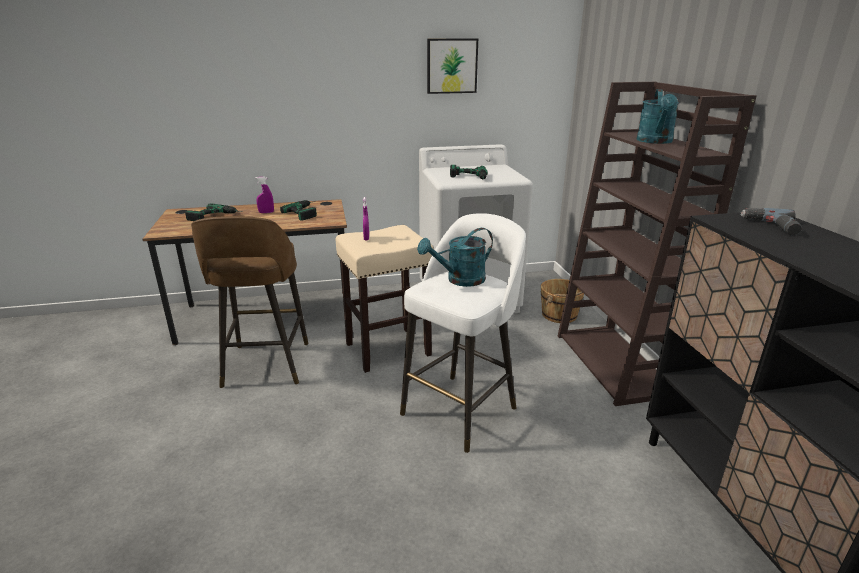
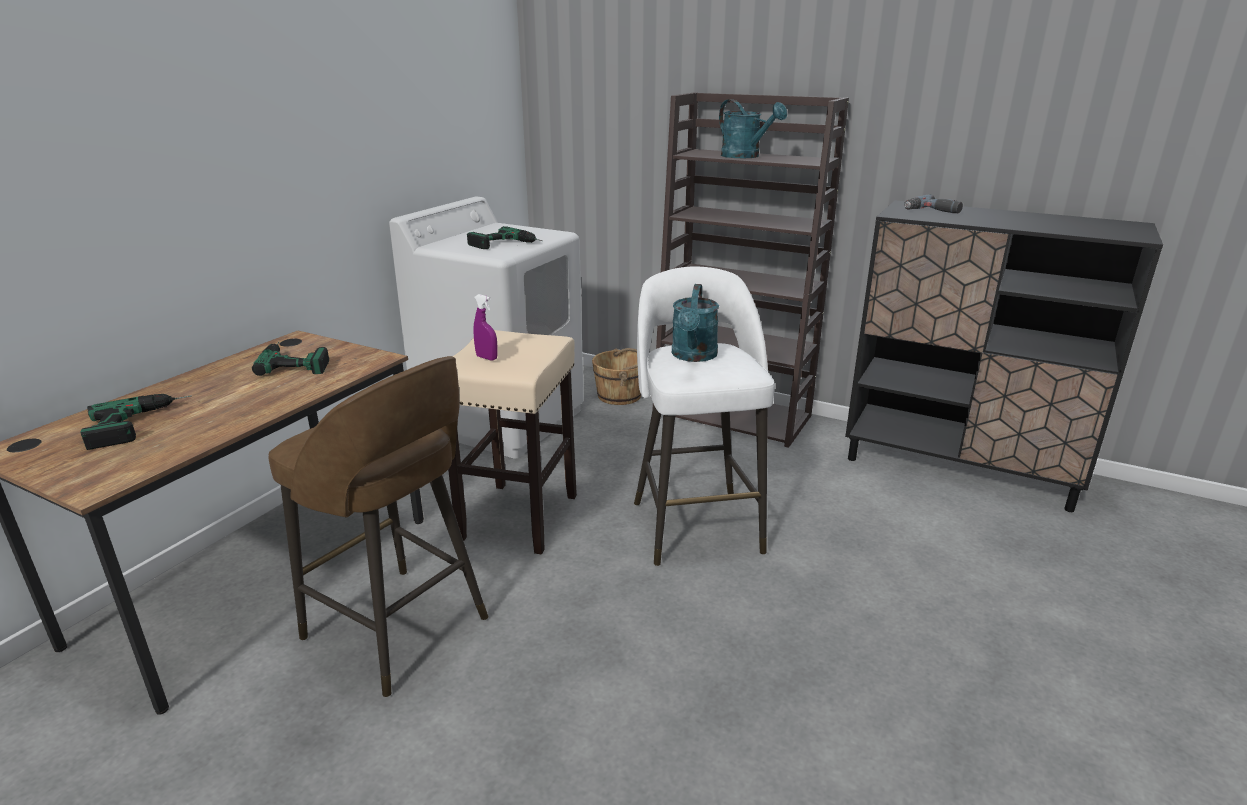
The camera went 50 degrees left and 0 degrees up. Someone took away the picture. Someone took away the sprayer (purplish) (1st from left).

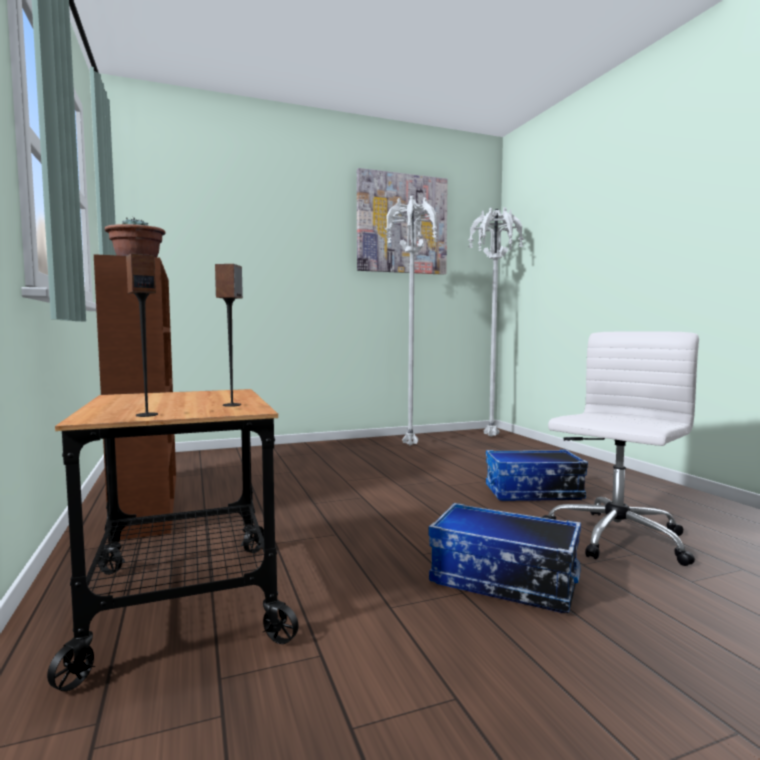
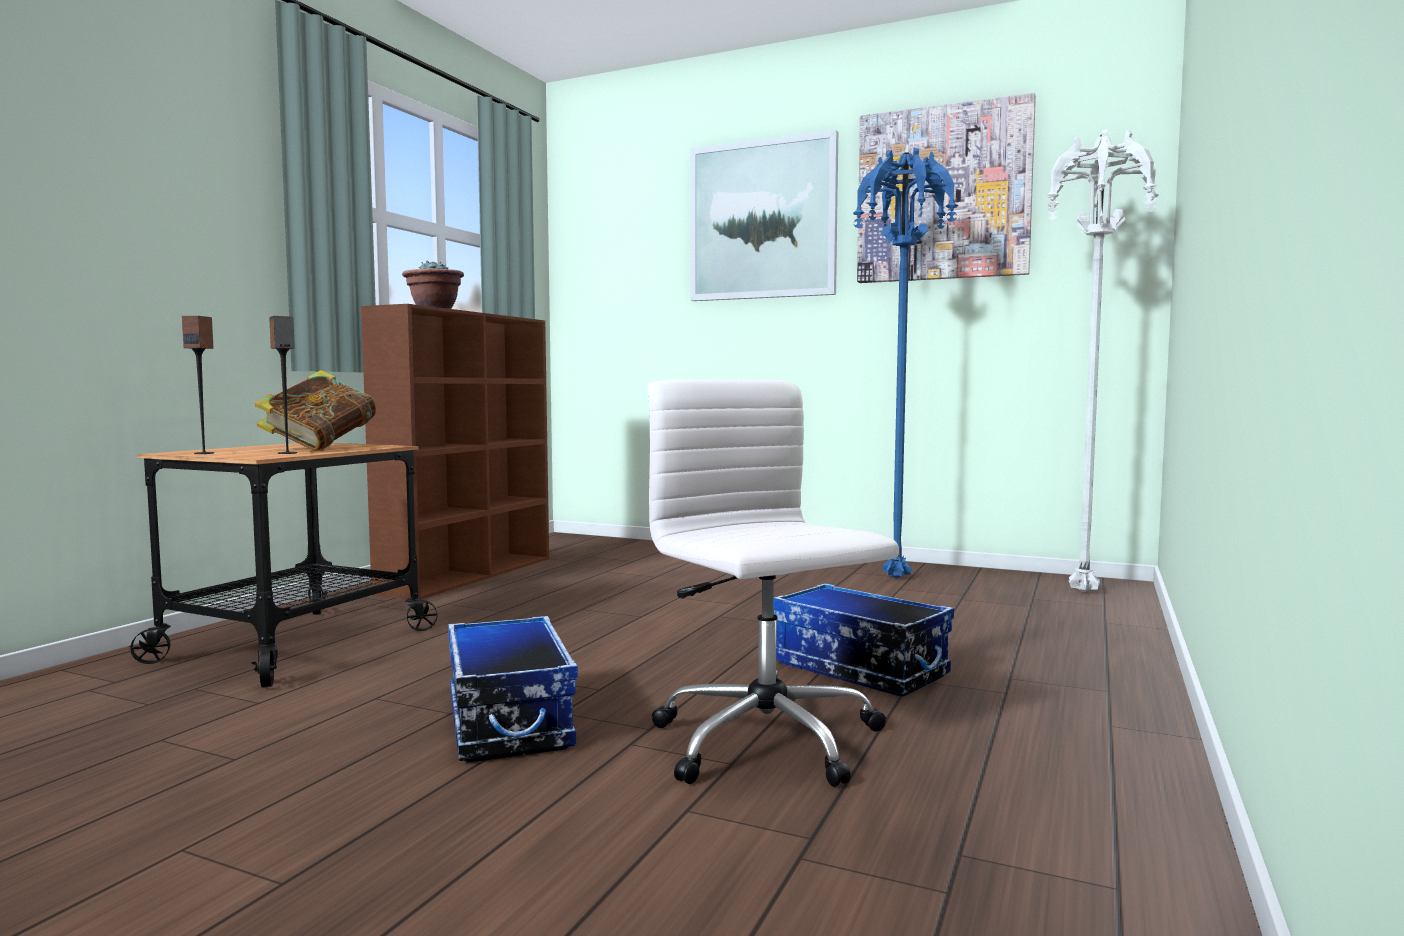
The camera went 45 degrees right and 0 degrees up. Someone repainted the floor lamp (white) (1st from left), which became the floor lamp (blue). Someone rotated the office chair (white) by 120 degrees counterclockwise. Someone put up the picture (1st from left). Someone put down the bound book.

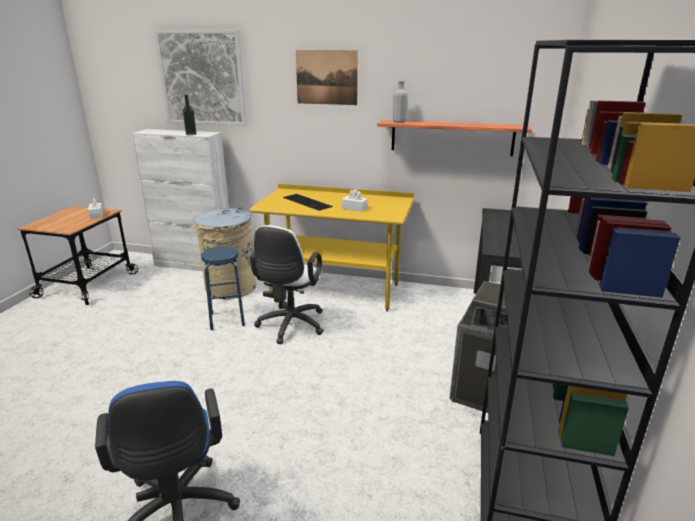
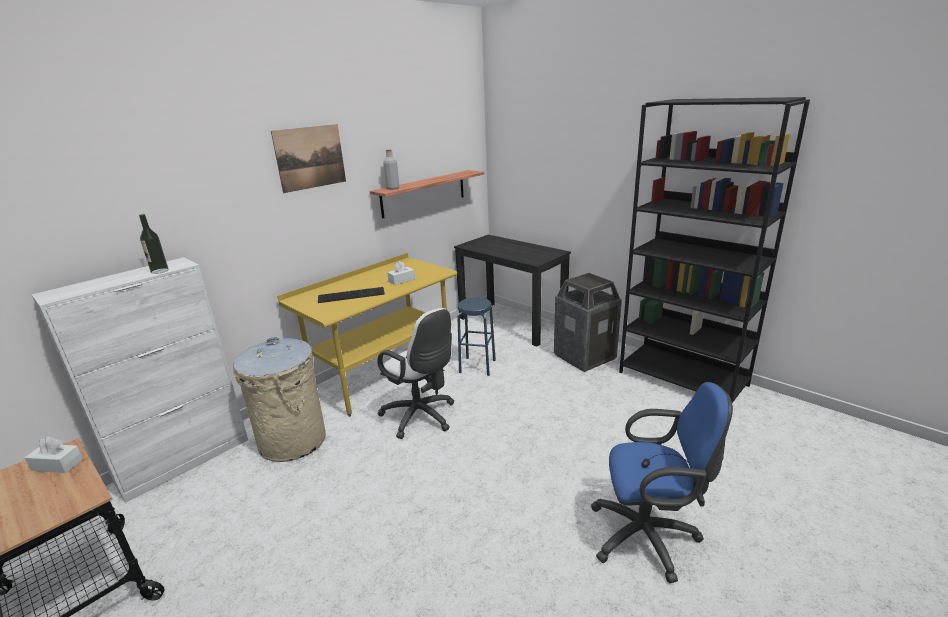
The camera went 60 degrees left and 0 degrees up. Someone took away the picture (1st from left). Someone carried the sitting stool (blue).

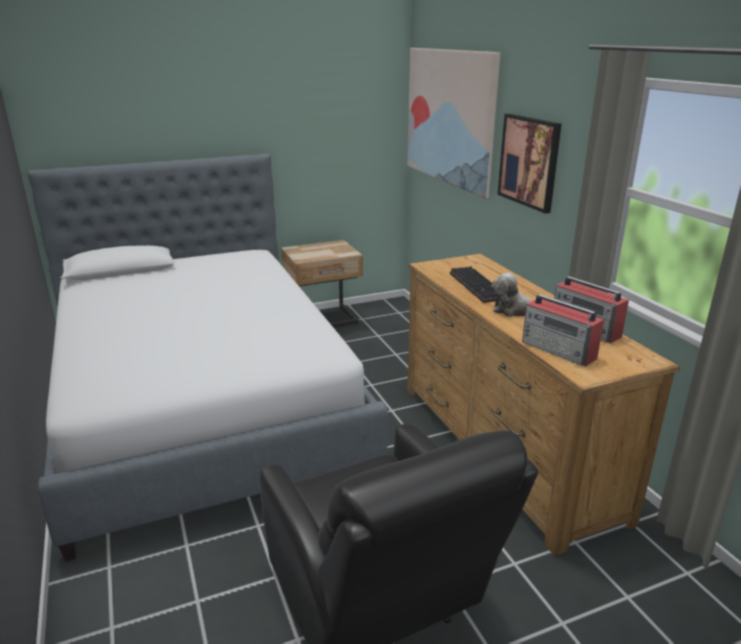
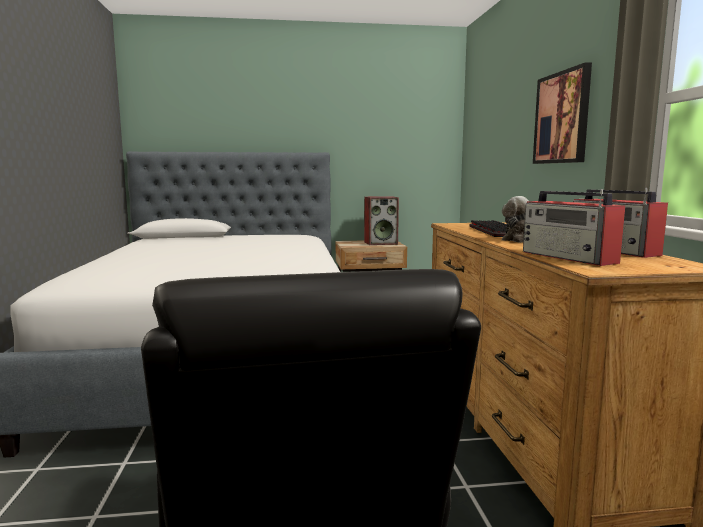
The camera went 15 degrees right and 15 degrees down. Someone took away the picture (1st from left). Someone put down the loudspeaker.

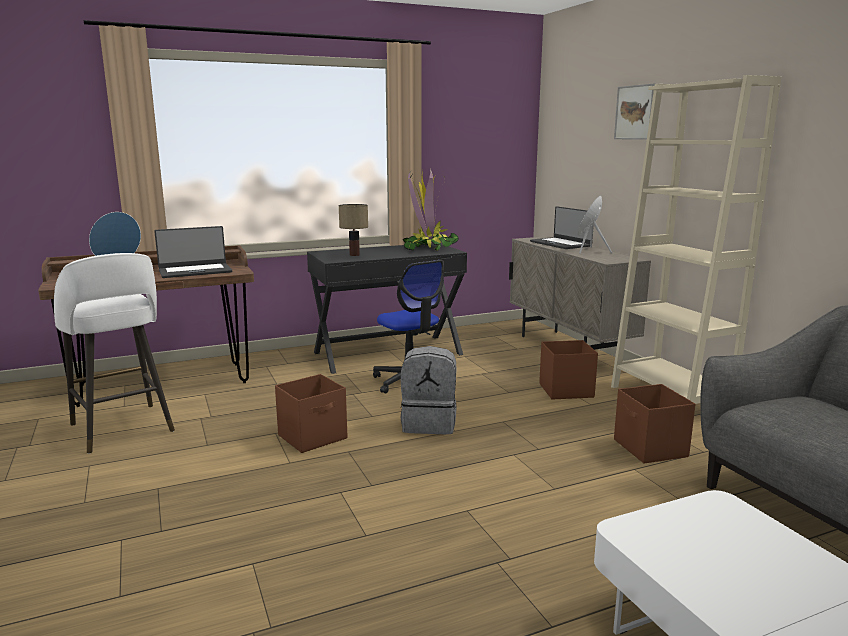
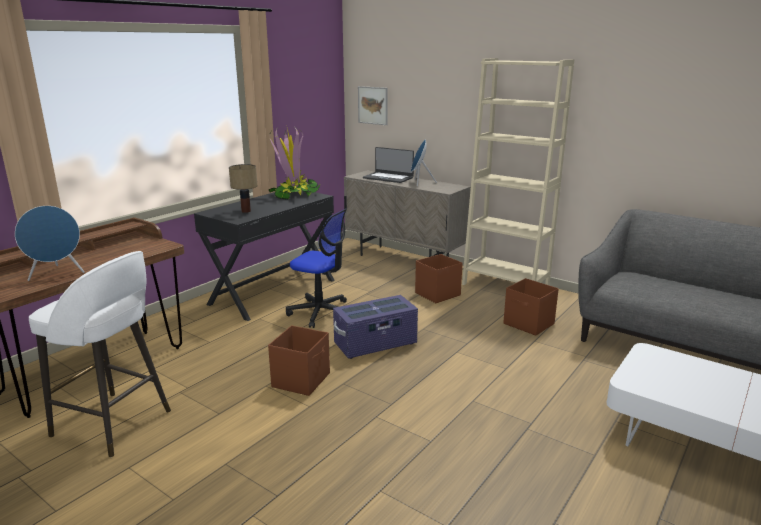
The camera went 30 degrees left and 5 degrees up. Someone carried the picture. Someone took away the laptop (1st from left). Someone swapped the rucksack (gray) for the storage container (purplish).

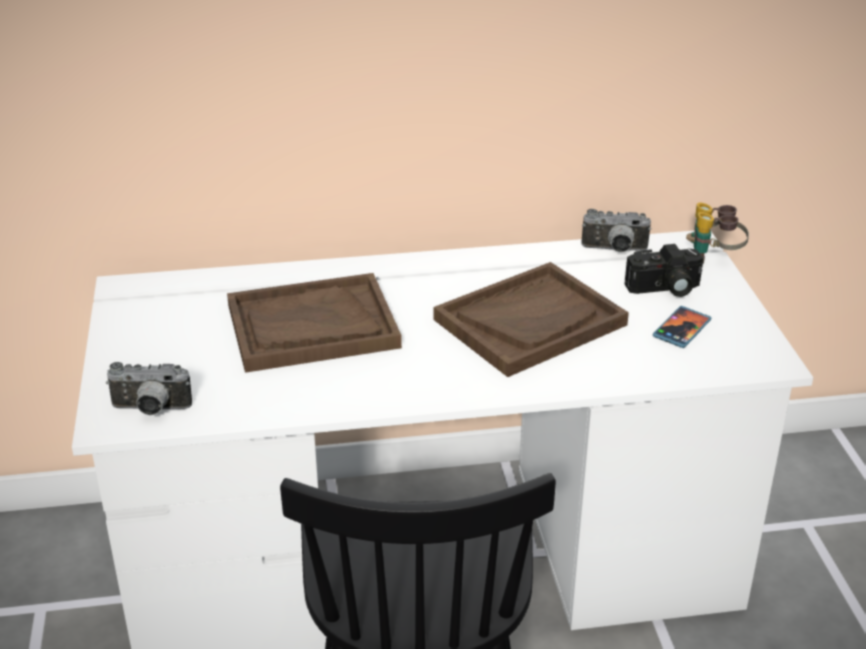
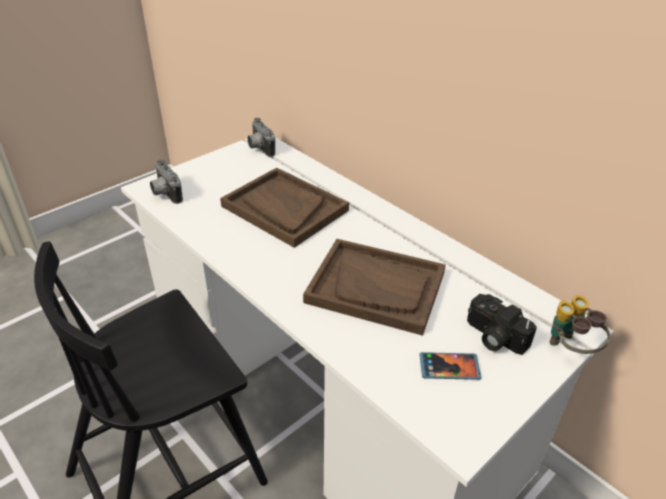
The camera went 55 degrees right and 5 degrees up. Someone carried the still camera (2nd from left).

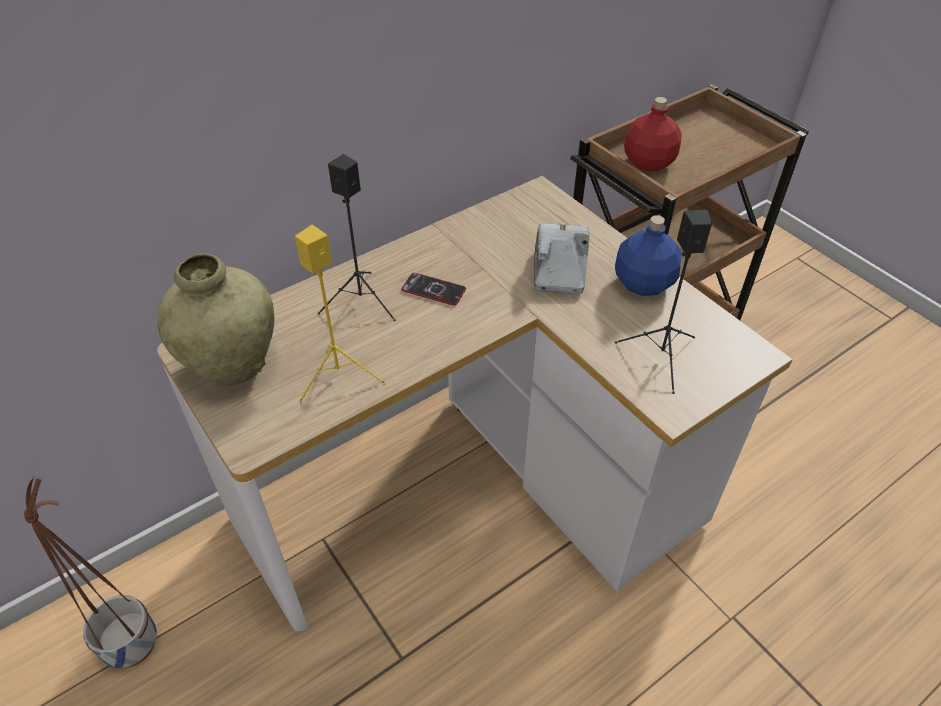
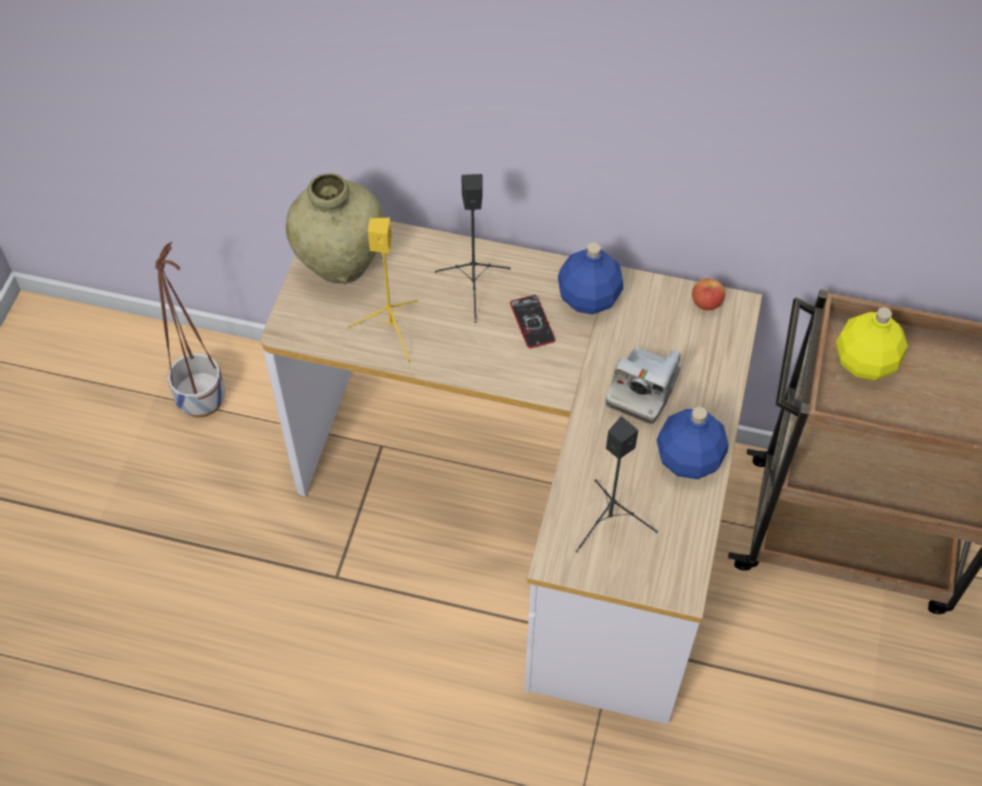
The camera went 50 degrees right and 10 degrees up. Someone repainted the beverage bottle (reddish), which became the beverage bottle (yellowish). Someone rotated the still camera by 150 degrees clockwise. Someone put down the beverage bottle (blue) (1st from left). Someone put down the apple.

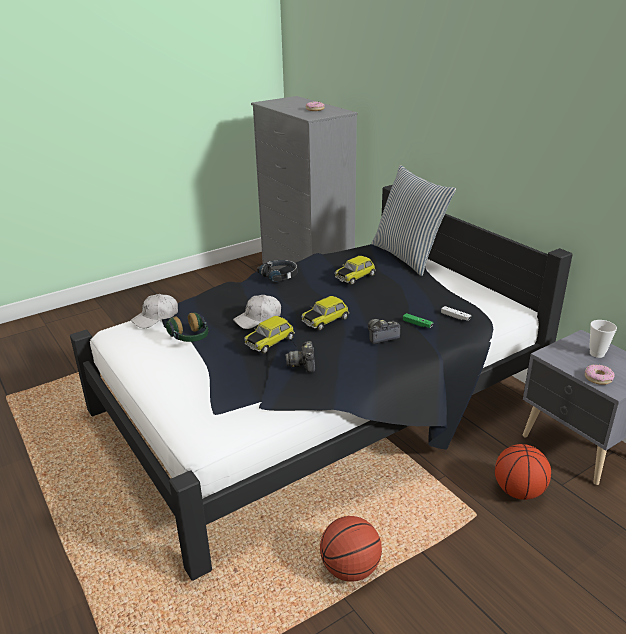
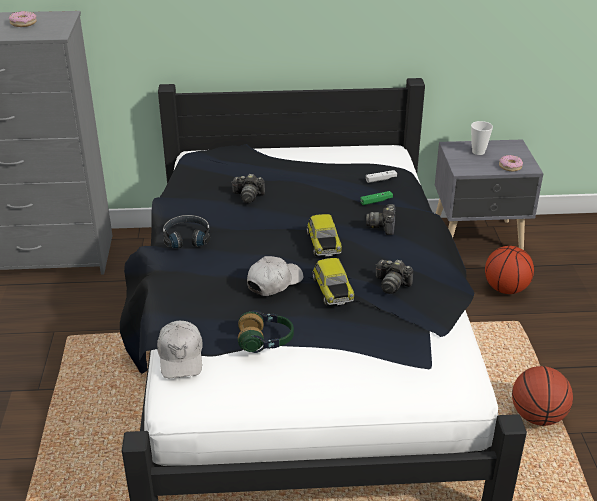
The camera went 60 degrees left and 5 degrees up. Someone took away the throw pillow. Someone swapped the toy car (3rd from left) for the still camera (1st from left). Someone rotated the cap (white) (2nd from left) by 135 degrees counterclockwise.

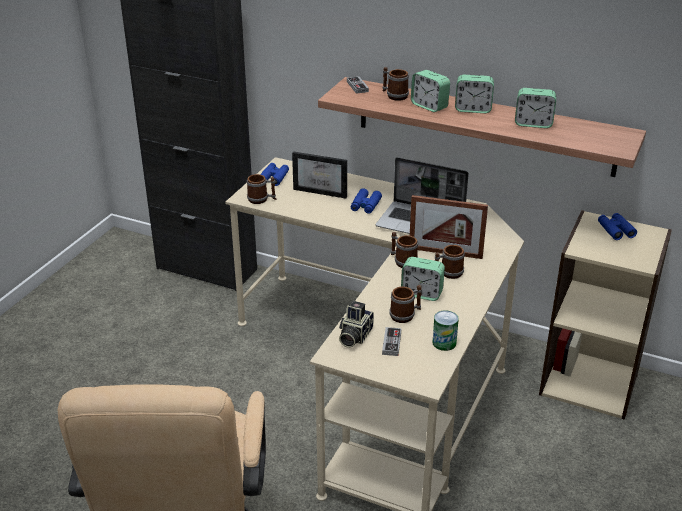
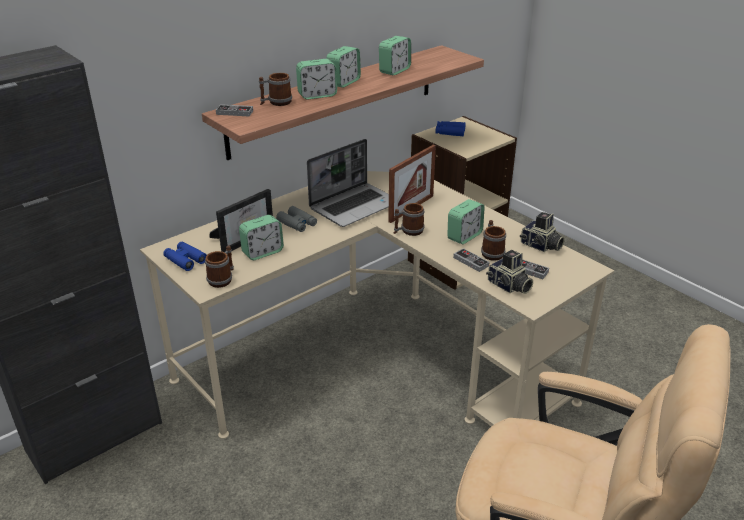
The camera went 65 degrees left and 0 degrees up. Someone repainted the binoculars (blue) (2nd from left), which became the binoculars (gray). Someone took away the tea mug (5th from left). Someone swapped the can for the still camera (2nd from left). Someone put down the bedside clock (1st from left). Someone put down the joypad (2nd from left).

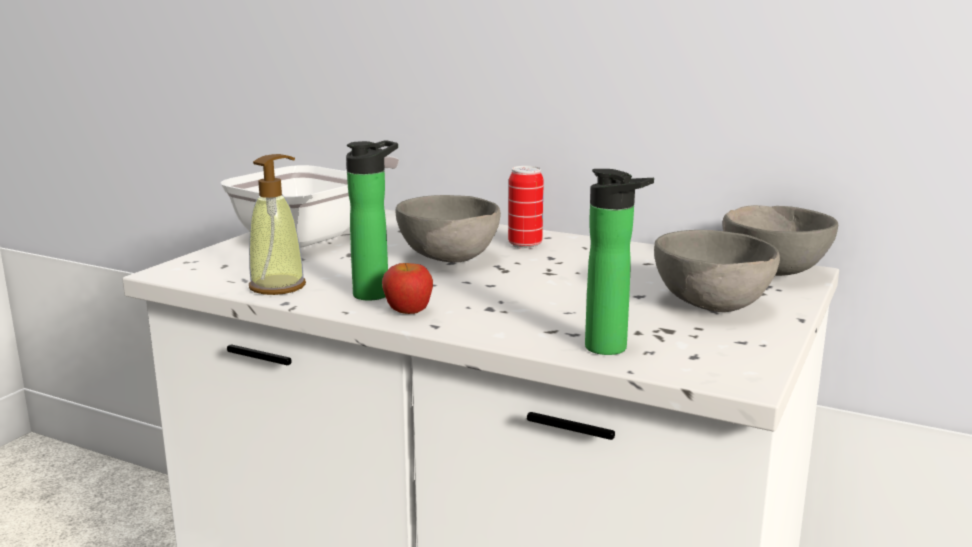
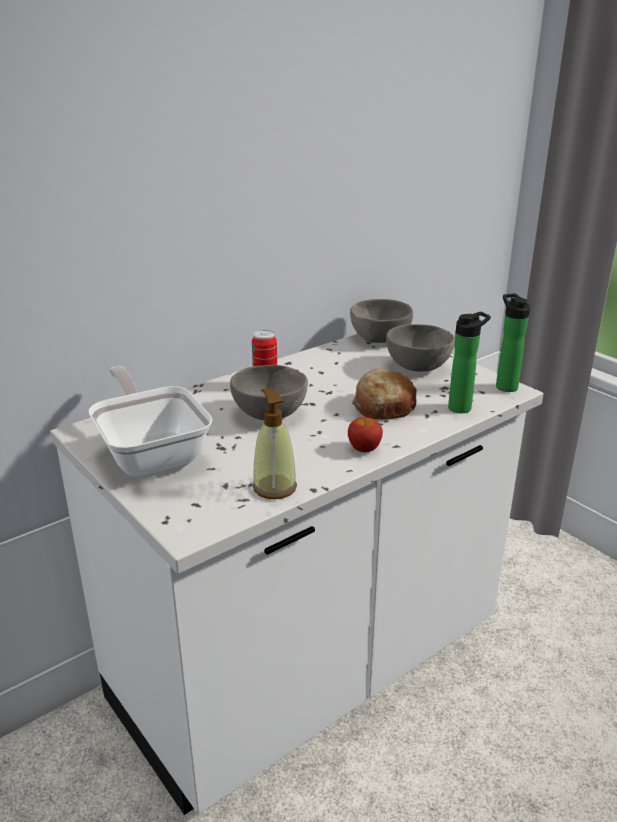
The camera went 65 degrees left and 10 degrees up. Someone carried the beverage bottle (1st from left in the first image). Someone put down the baked bread.

